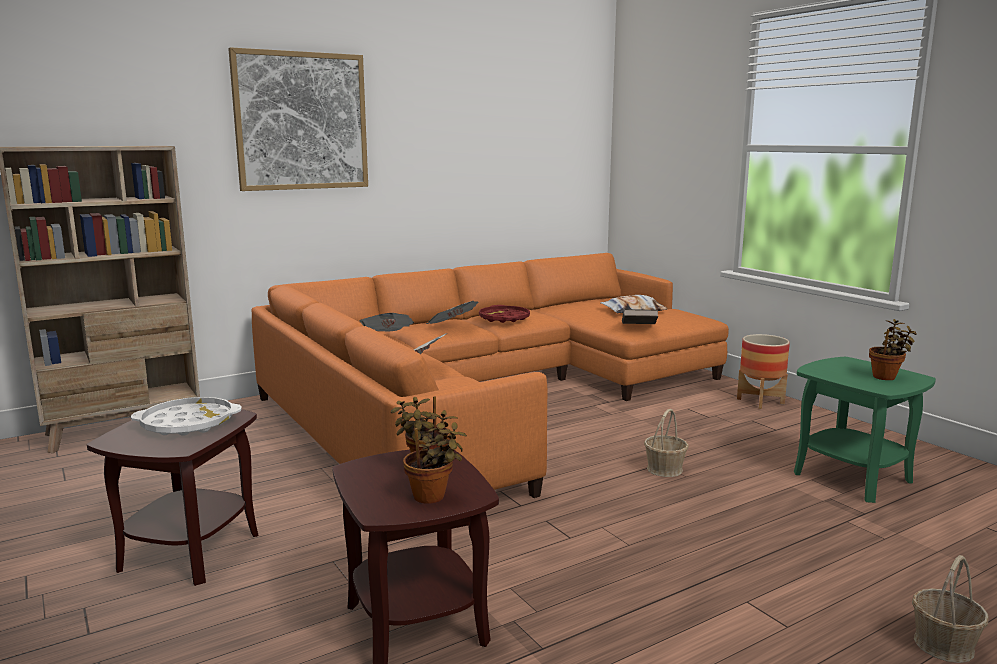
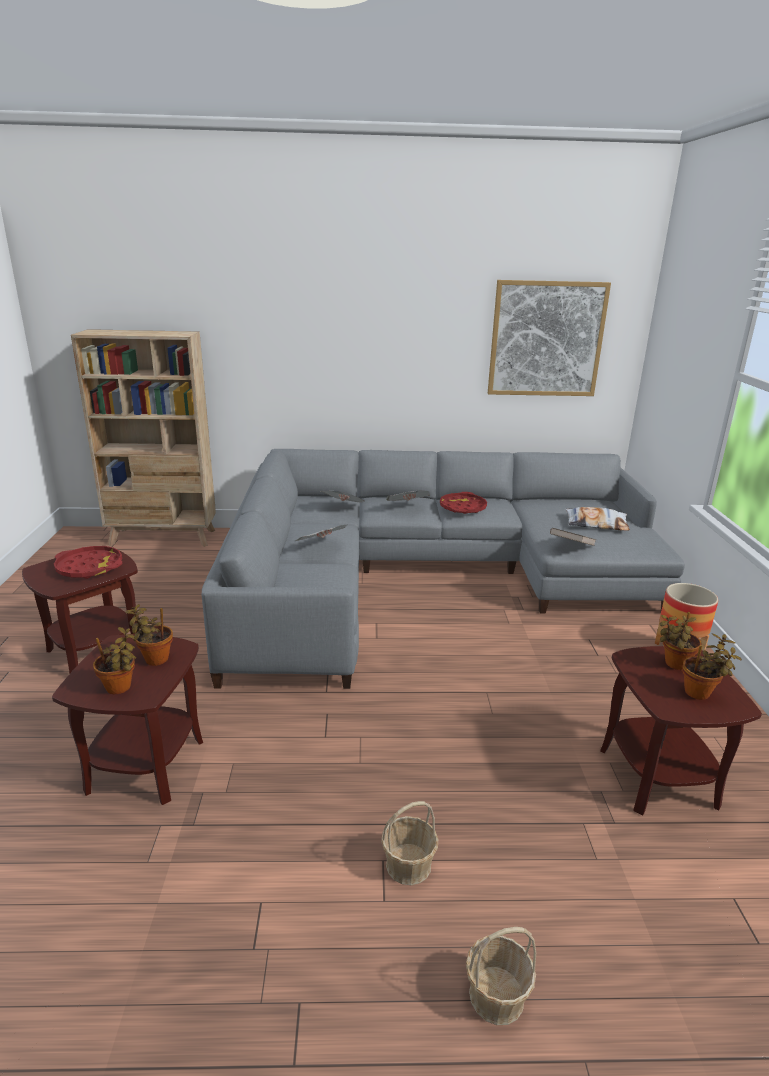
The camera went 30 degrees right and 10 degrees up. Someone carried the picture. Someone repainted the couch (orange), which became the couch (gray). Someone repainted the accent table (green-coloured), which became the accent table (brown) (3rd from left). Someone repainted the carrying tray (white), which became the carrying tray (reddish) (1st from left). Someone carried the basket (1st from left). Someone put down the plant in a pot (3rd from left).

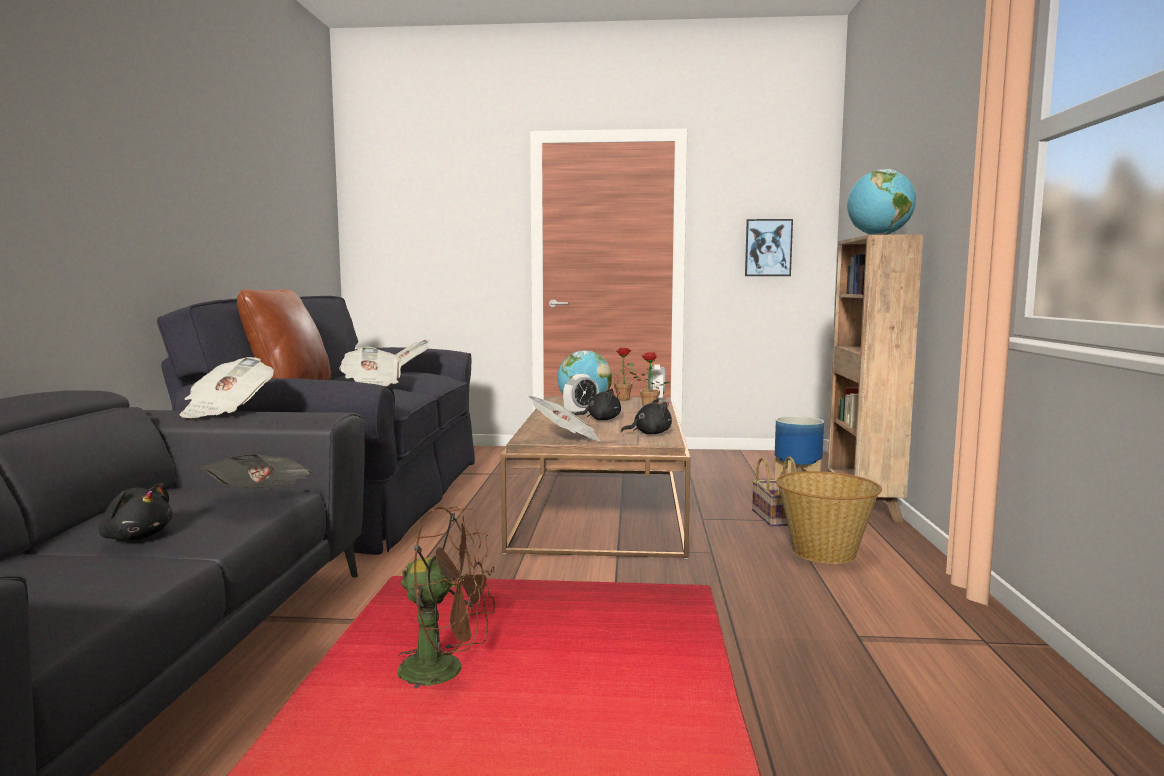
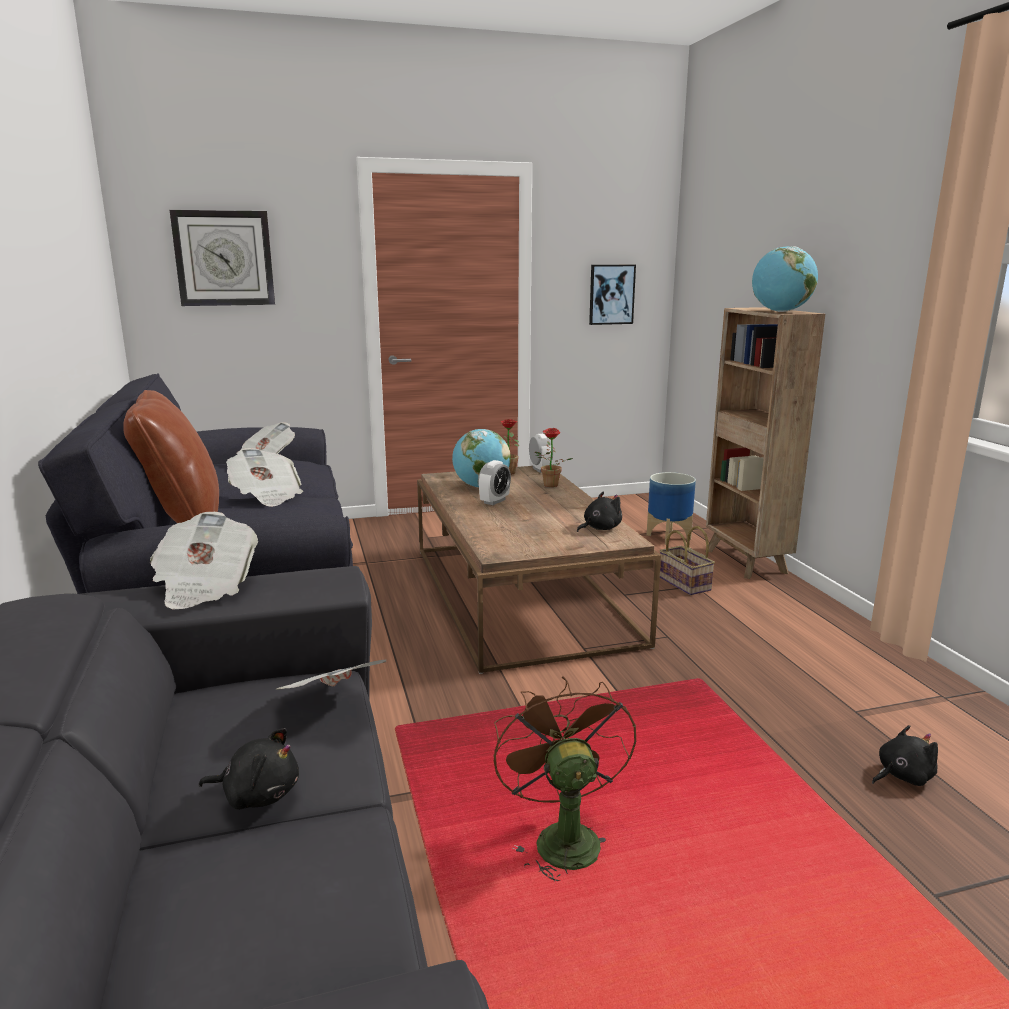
The camera went 20 degrees left and 10 degrees up. Someone carried the plush toy (black) (2nd from left in the first image). Someone took away the newspaper (5th from left). Someone took away the basket (2nd from left). Someone rotated the electric fan (brown) by 90 degrees counterclockwise. Someone put up the hanging clock.

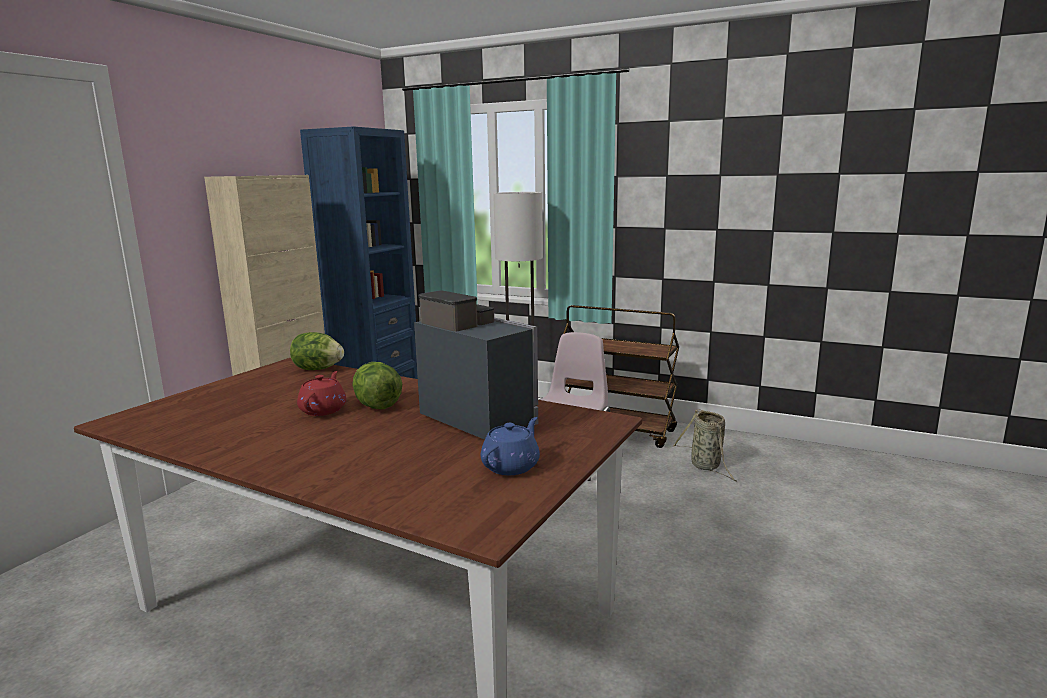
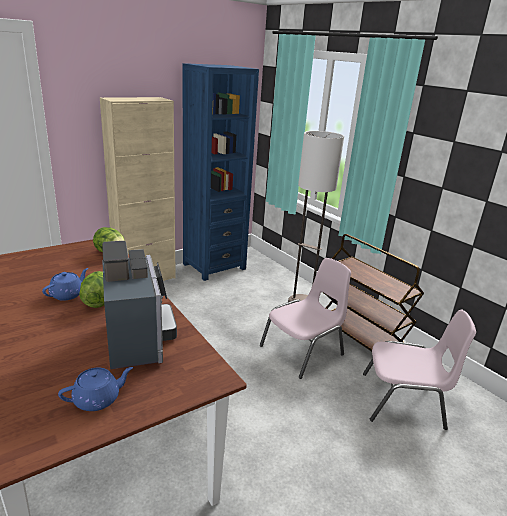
The camera went 25 degrees right and 10 degrees up. Someone repainted the teapot (reddish), which became the teapot (blue) (1st from left). Someone swapped the basket for the chair (pink-coloured) (2nd from left).

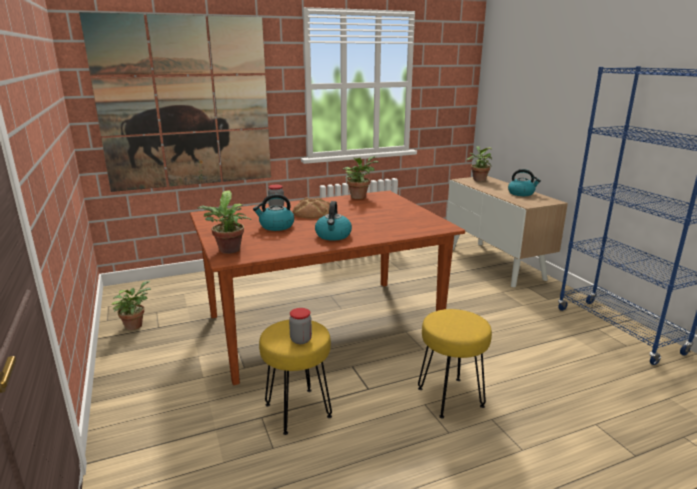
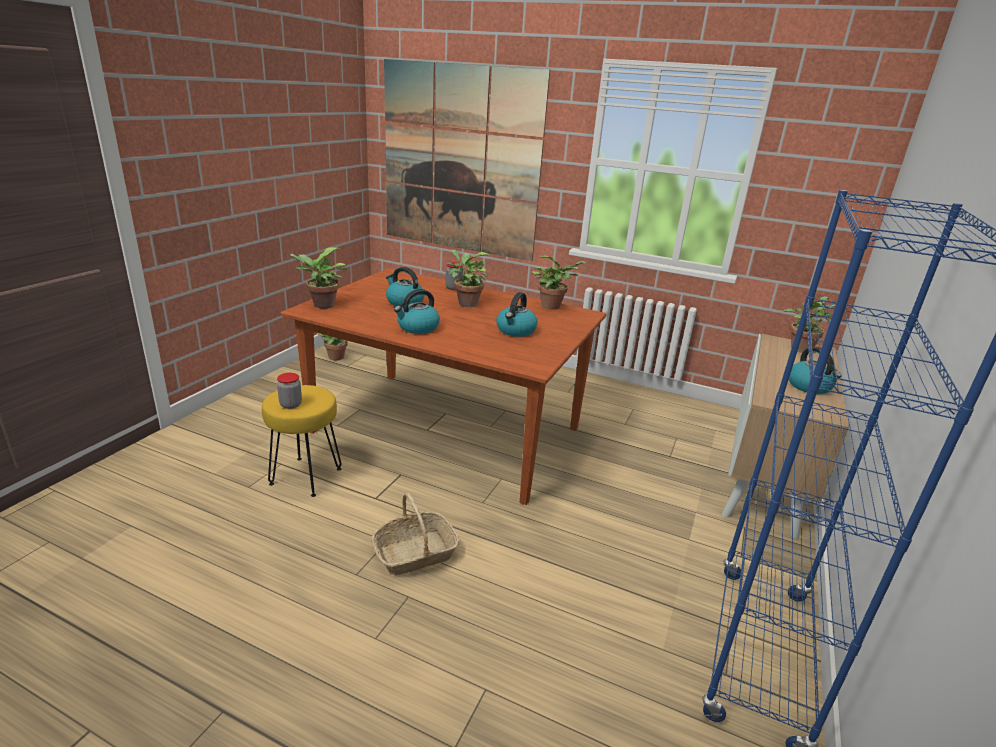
The camera went 45 degrees right and 5 degrees up. Someone swapped the baked bread for the plant in a pot (3rd from left). Someone swapped the sitting stool (yellowish) (2nd from left) for the basket. Someone put down the water kettle (3rd from left).

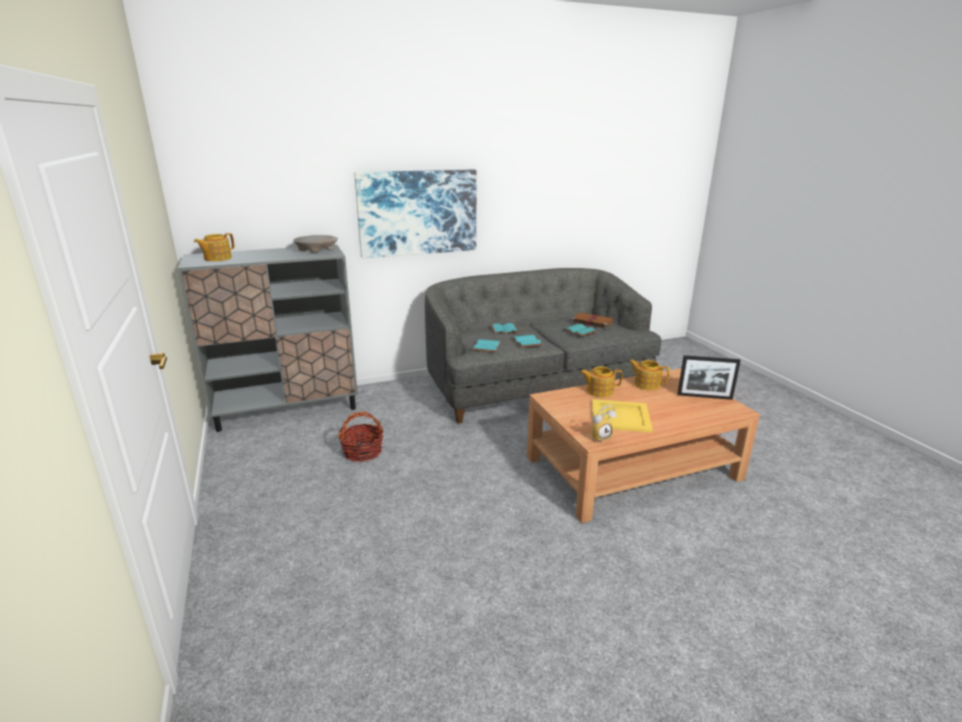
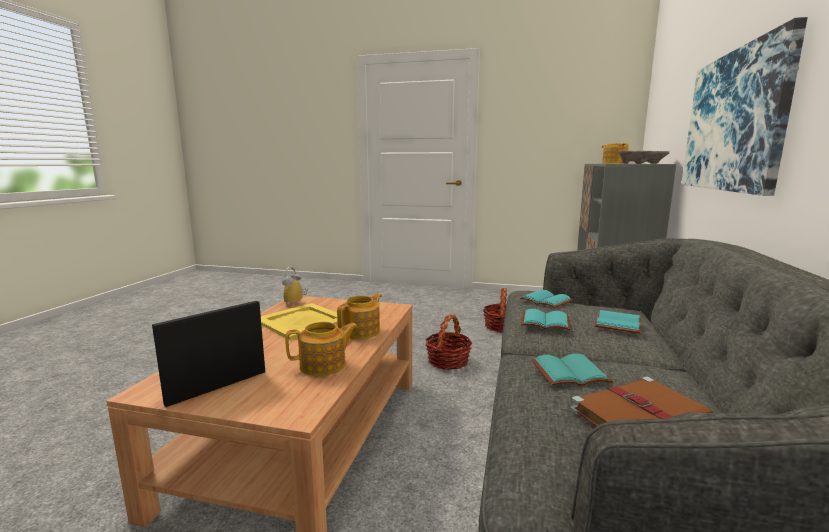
The camera went 125 degrees right and 10 degrees down. Someone put down the basket (1st from left).

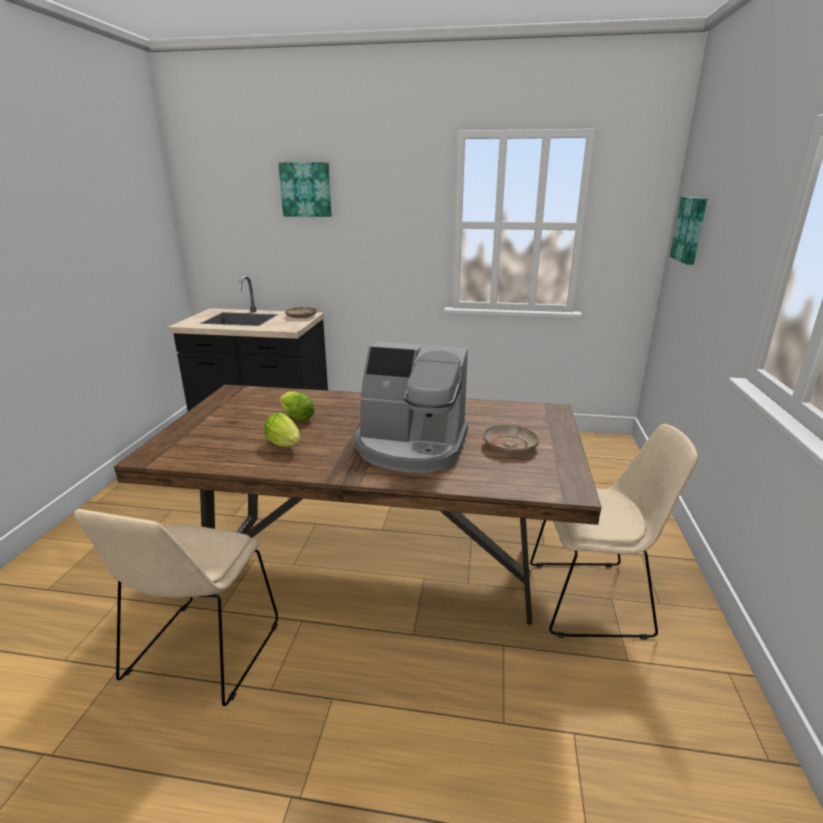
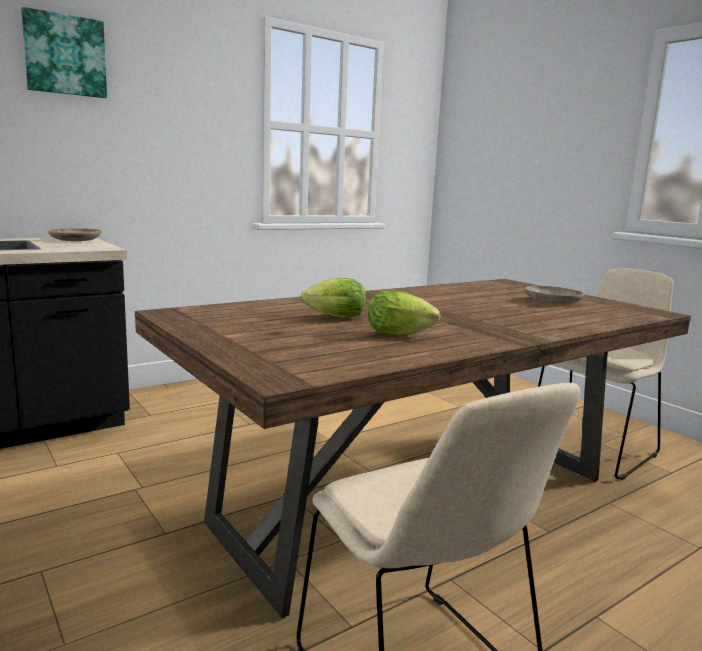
The camera went 45 degrees left and 10 degrees down. Someone took away the picture (2nd from left). Someone took away the coffee brewer.

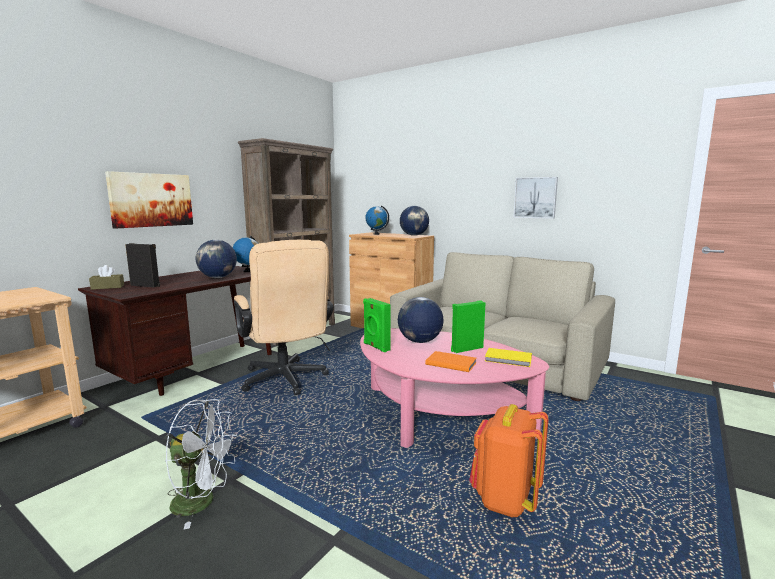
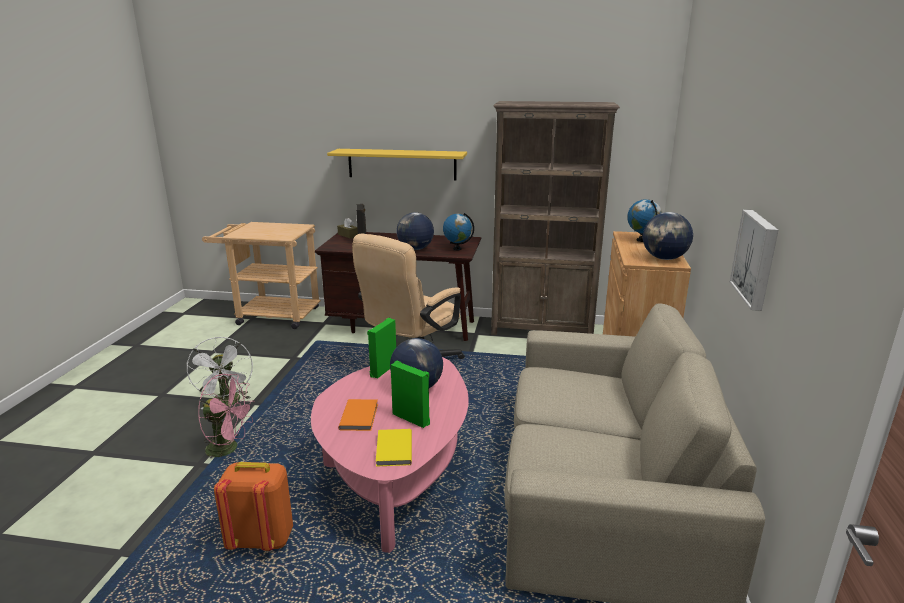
The camera went 65 degrees right and 10 degrees up. Someone swapped the picture (1st from left) for the shelf (yellowish). Someone put down the electric fan (pink-coloured).

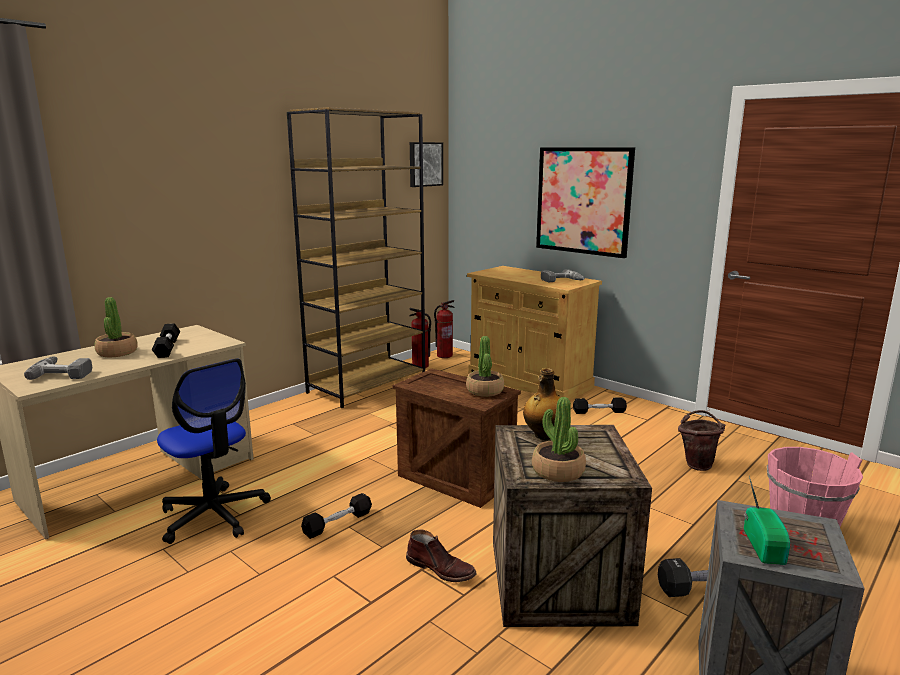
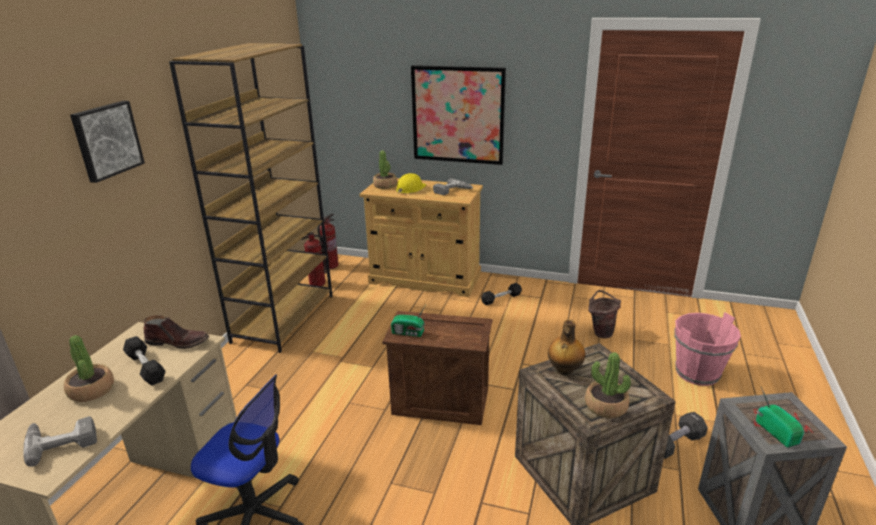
The camera went 25 degrees left and 10 degrees up. Someone carried the picture (1st from left). Someone carried the plant in a pot (2nd from left). Someone took away the free weight (black) (2nd from left). Someone carried the tall boot (brown). Someone put down the hard hat (yellowish). Someone put down the radio receiver (1st from left).

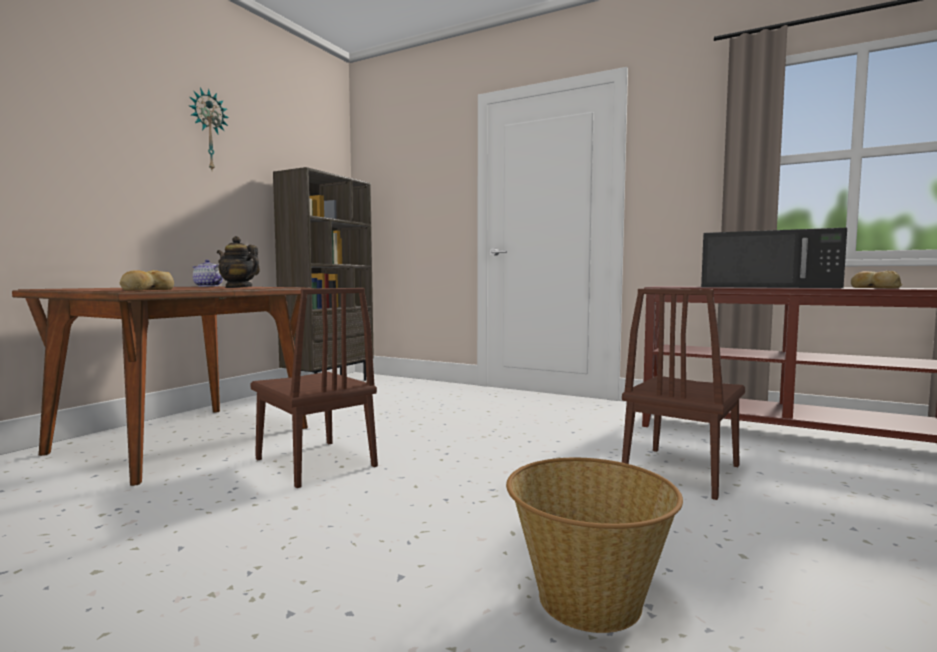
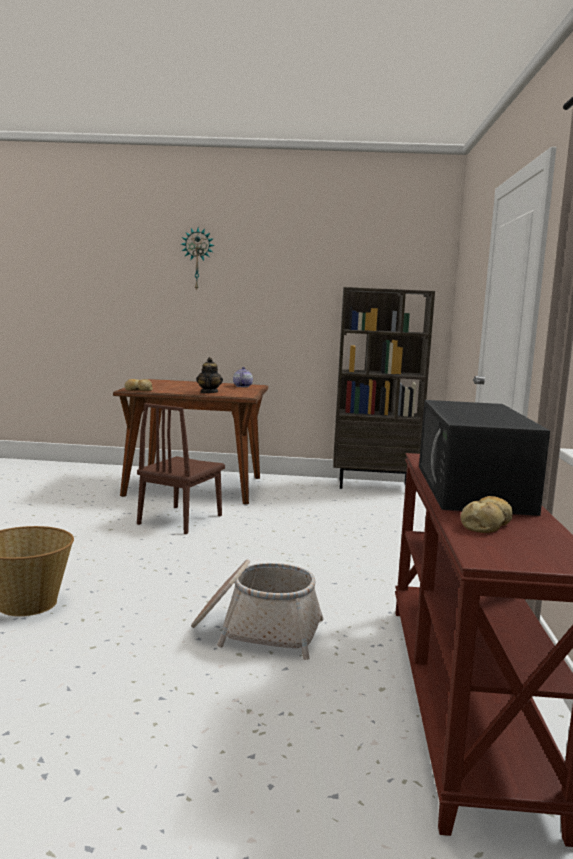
The camera went 65 degrees right and 5 degrees up. Someone carried the hanging clock. Someone swapped the chair (brown) (2nd from left) for the basket (2nd from left).

